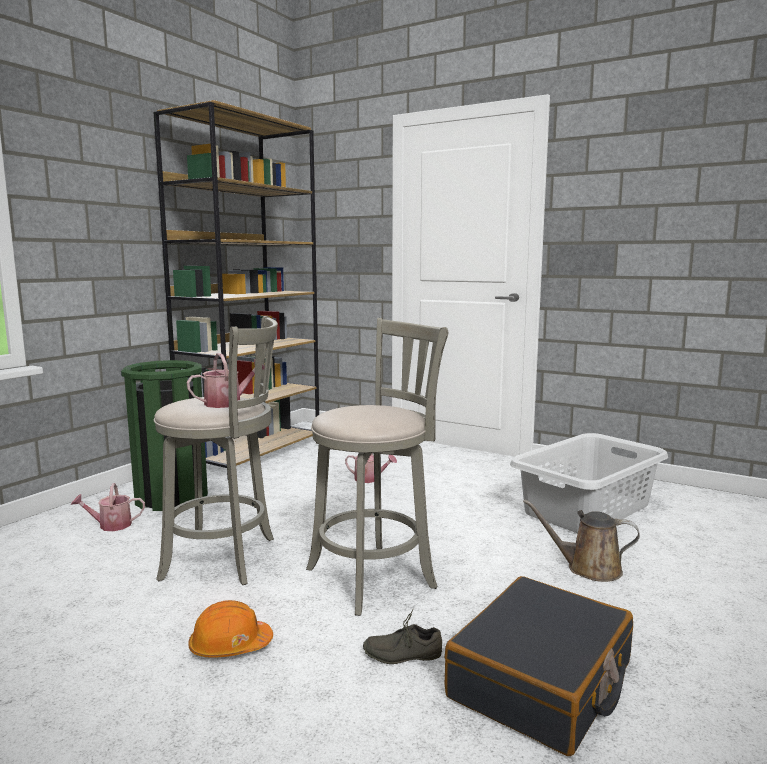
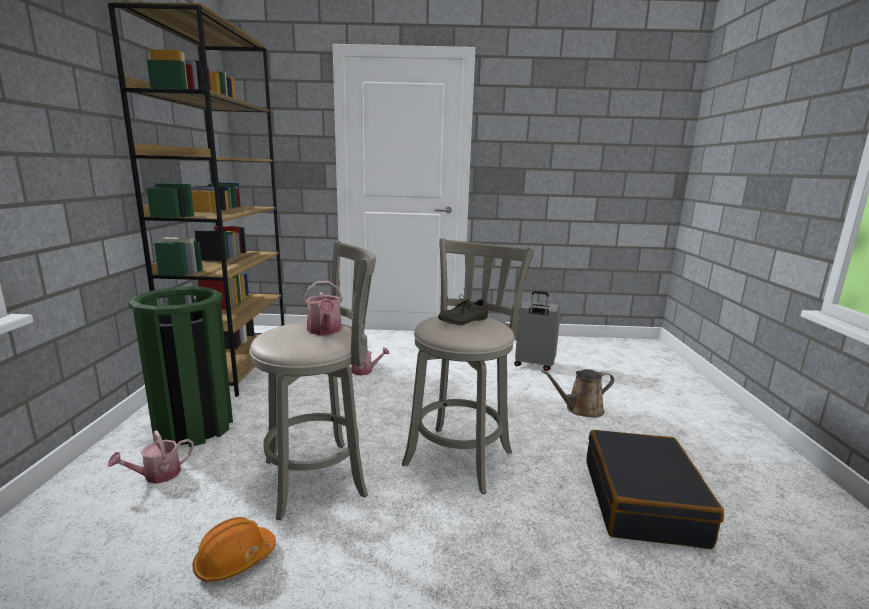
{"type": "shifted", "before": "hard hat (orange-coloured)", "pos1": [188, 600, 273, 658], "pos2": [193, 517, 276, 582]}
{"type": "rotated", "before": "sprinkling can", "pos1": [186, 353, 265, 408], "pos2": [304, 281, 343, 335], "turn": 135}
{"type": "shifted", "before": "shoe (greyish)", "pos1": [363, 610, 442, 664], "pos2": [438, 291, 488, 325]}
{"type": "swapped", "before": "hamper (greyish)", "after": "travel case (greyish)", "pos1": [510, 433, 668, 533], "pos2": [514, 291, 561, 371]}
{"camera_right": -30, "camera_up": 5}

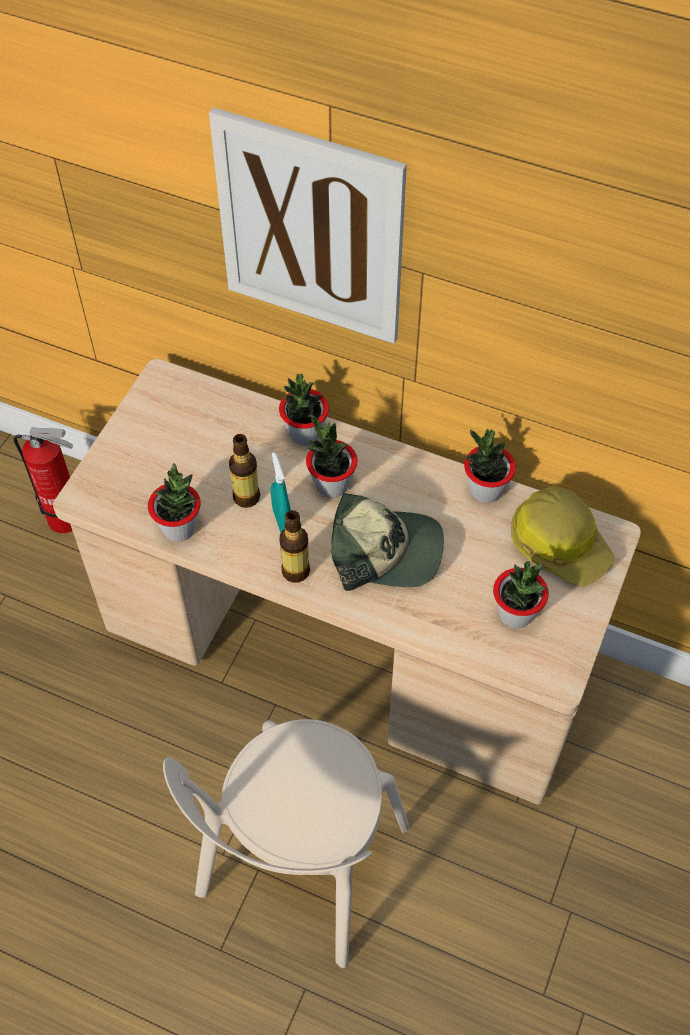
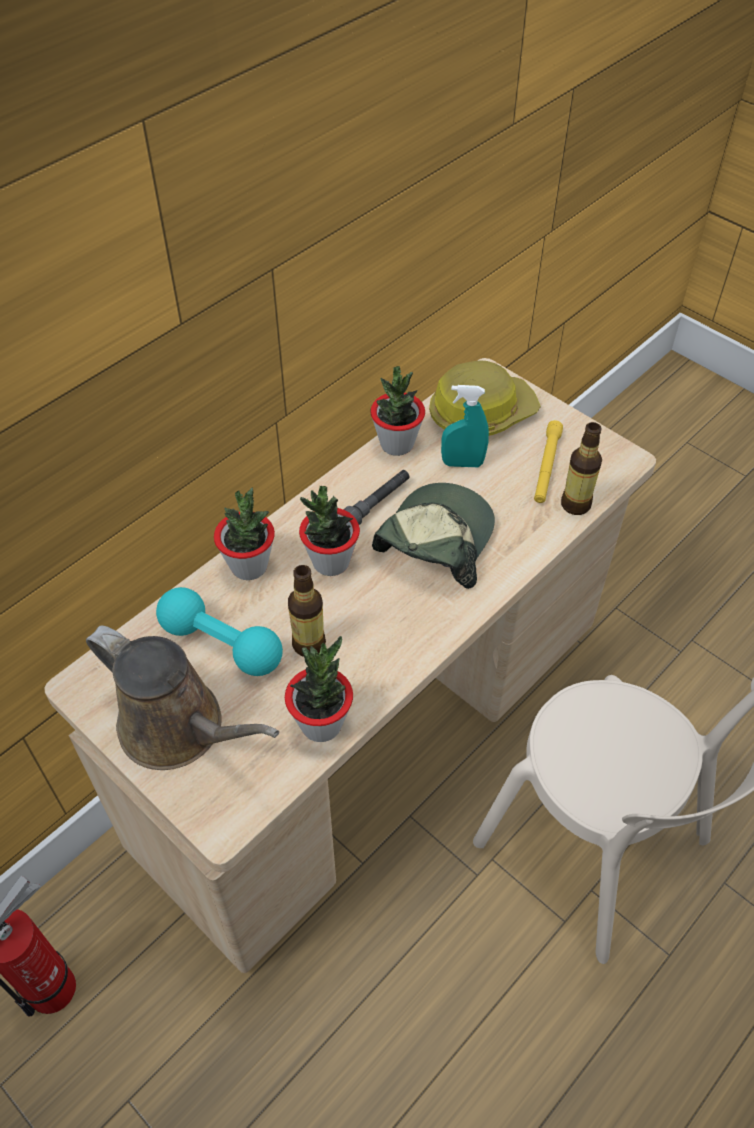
{"type": "new", "after": "sprinkling can (brown-coloured)", "pos2": [86, 625, 279, 770]}
{"type": "new", "after": "hand weight (blue-green)", "pos2": [156, 587, 283, 676]}
{"type": "new", "after": "flashlight (greyish)", "pos2": [343, 470, 409, 525]}
{"type": "shifted", "before": "spray bottle (blue-green)", "pos1": [271, 452, 291, 533], "pos2": [441, 385, 489, 467]}
{"type": "swapped", "before": "houseplant", "after": "flashlight (yellow)", "pos1": [493, 561, 549, 628], "pos2": [534, 420, 563, 503]}
{"type": "shifted", "before": "drink bottle", "pos1": [279, 510, 310, 583], "pos2": [561, 422, 602, 515]}
{"type": "gone", "before": "wall picture", "pos1": [209, 107, 407, 344]}
{"camera_right": -70, "camera_up": -5}

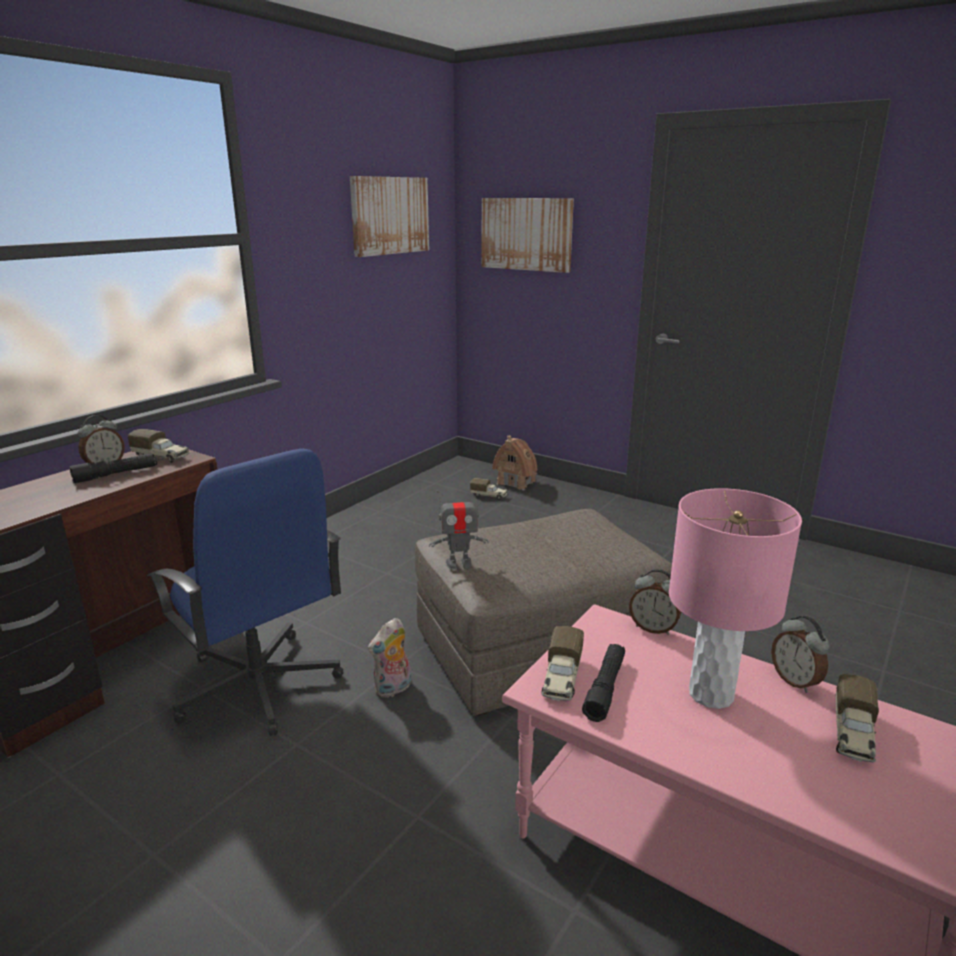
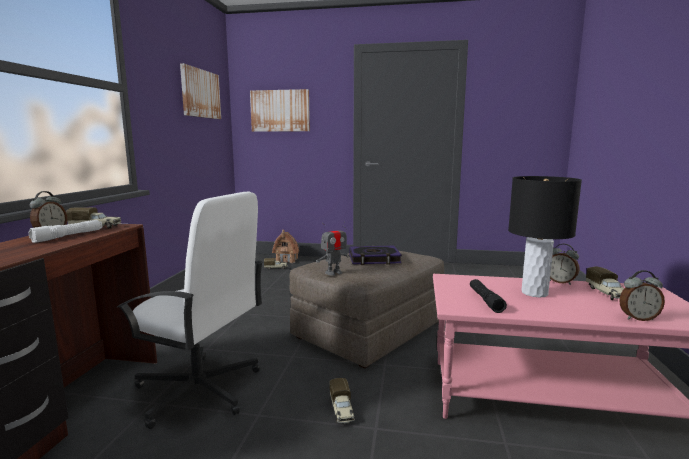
{"type": "repainted", "before": "flashlight (blackish)", "after": "flashlight (white-coloured)", "pos1": [69, 453, 157, 483], "pos2": [29, 220, 102, 243]}
{"type": "repainted", "before": "desk chair (blue)", "after": "desk chair (white-coloured)", "pos1": [147, 448, 343, 736], "pos2": [117, 192, 263, 429]}
{"type": "shifted", "before": "toy truck", "pos1": [541, 626, 584, 701], "pos2": [329, 378, 355, 424]}
{"type": "new", "after": "volume", "pos2": [349, 246, 402, 265]}
{"type": "repainted", "before": "lamp for a table (pinkish)", "after": "lamp for a table (blackish)", "pos1": [669, 488, 802, 709], "pos2": [508, 176, 582, 298]}
{"type": "shifted", "before": "table clock", "pos1": [629, 569, 681, 635], "pos2": [619, 270, 665, 321]}
{"type": "gone", "before": "plush toy", "pos1": [368, 618, 411, 698]}
{"camera_right": -25, "camera_up": -10}

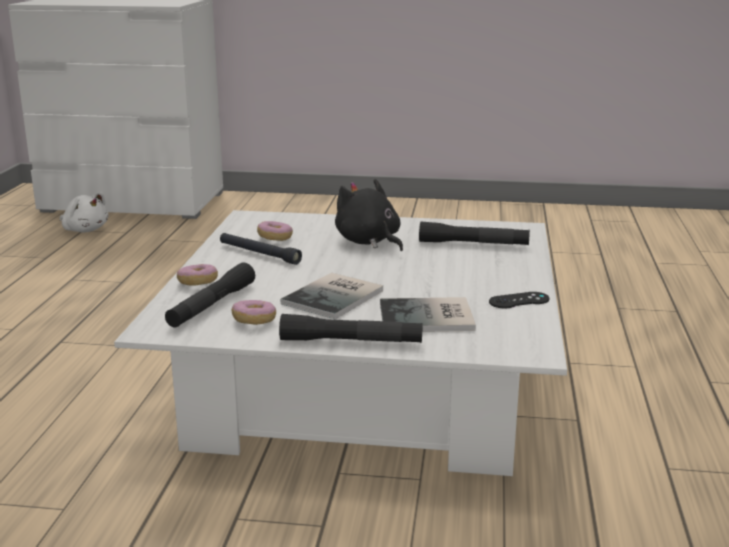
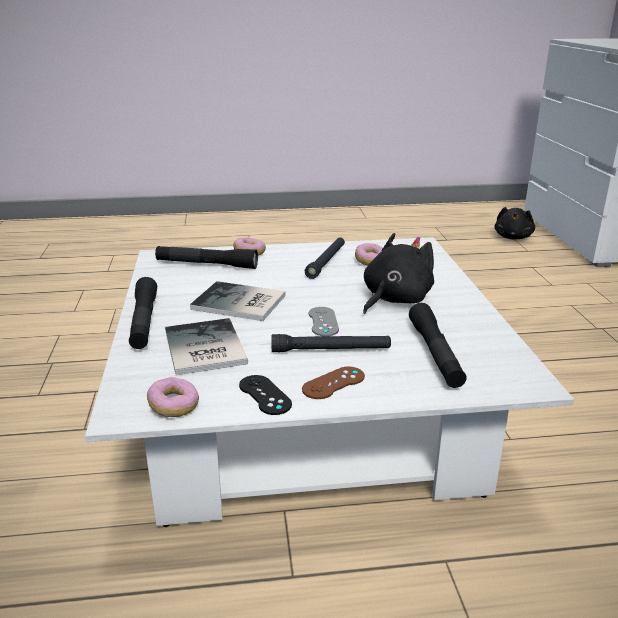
{"type": "shifted", "before": "doughnut", "pos1": [232, 300, 276, 325], "pos2": [147, 377, 199, 417]}
{"type": "new", "after": "flashlight (blackish)", "pos2": [271, 334, 391, 352]}
{"type": "new", "after": "game controller (brown-coloured)", "pos2": [302, 367, 365, 399]}
{"type": "new", "after": "game controller (greyish)", "pos2": [309, 307, 339, 336]}
{"type": "repainted", "before": "plush toy (white-coloured)", "after": "plush toy (blackish)", "pos1": [60, 192, 108, 232], "pos2": [495, 207, 535, 239]}
{"camera_right": 75, "camera_up": 5}

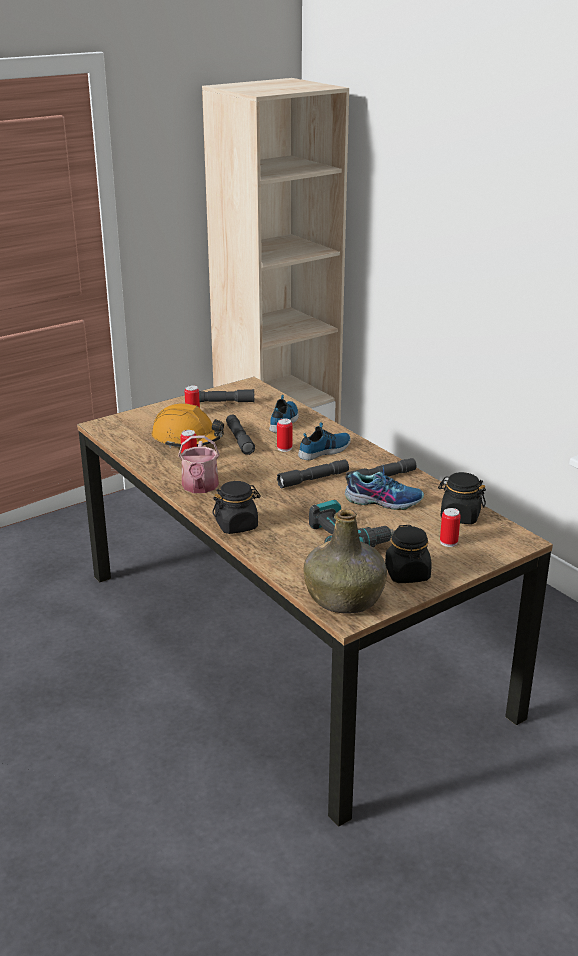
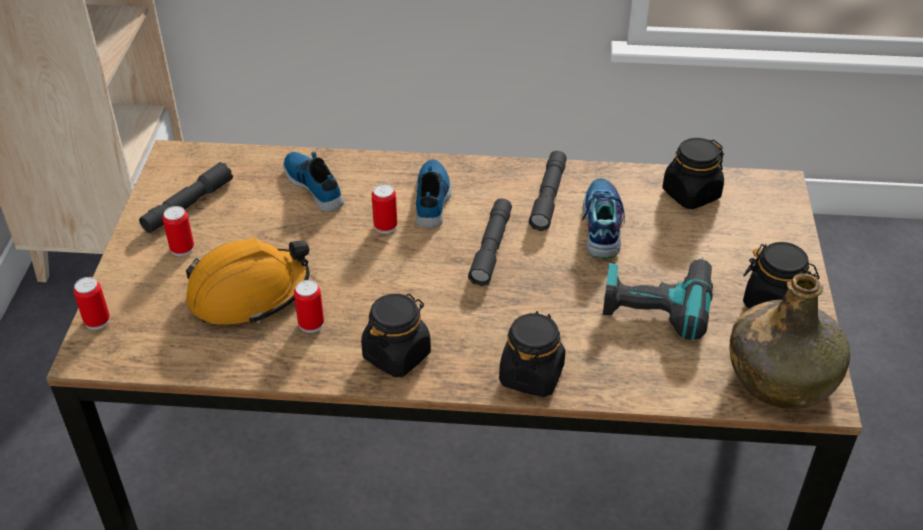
{"type": "shifted", "before": "can", "pos1": [440, 508, 461, 547], "pos2": [73, 277, 110, 330]}
{"type": "swapped", "before": "sprinkling can", "after": "jar (blackish)", "pos1": [178, 436, 220, 493], "pos2": [361, 293, 431, 377]}
{"type": "rotated", "before": "shoe", "pos1": [345, 464, 424, 510], "pos2": [582, 178, 625, 259], "turn": -45}
{"type": "gone", "before": "flashlight (greyish)", "pos1": [226, 415, 255, 455]}
{"camera_right": -50, "camera_up": 15}

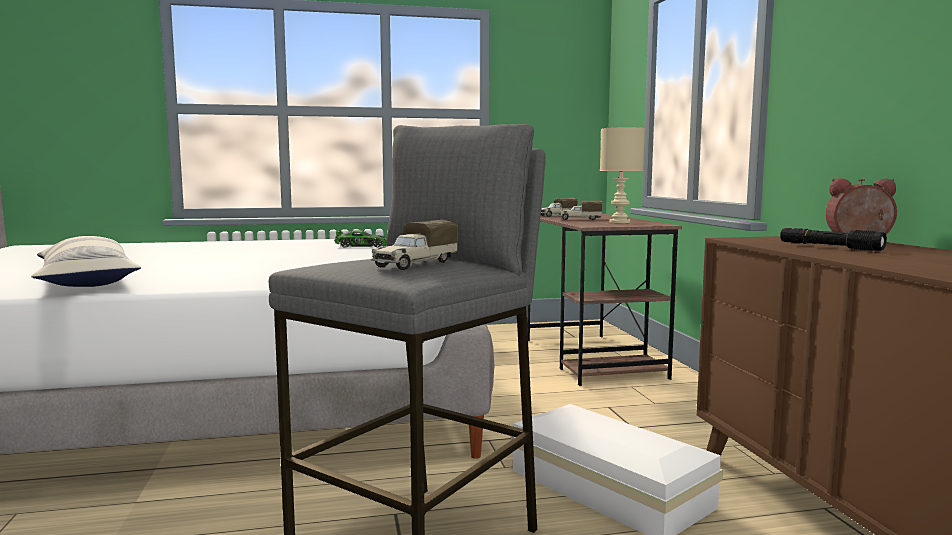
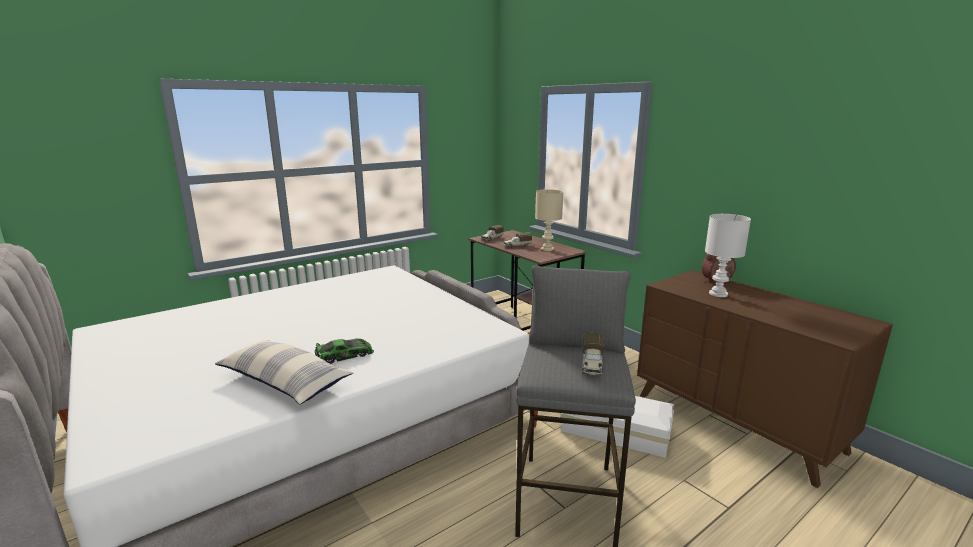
{"type": "shifted", "before": "miniature car", "pos1": [334, 230, 387, 248], "pos2": [315, 338, 374, 364]}
{"type": "swapped", "before": "flashlight (blackish)", "after": "lamp for a table (white-coloured)", "pos1": [780, 228, 887, 251], "pos2": [705, 214, 751, 297]}
{"camera_right": -25, "camera_up": 10}

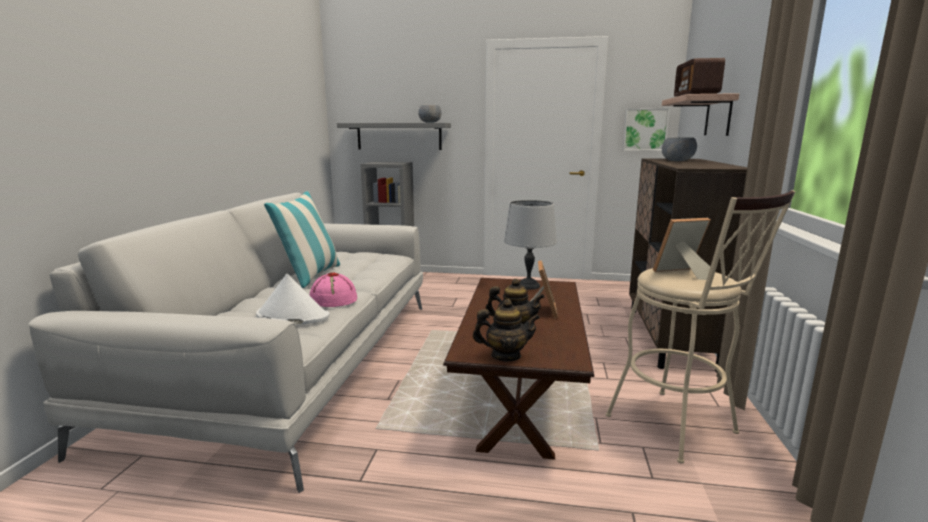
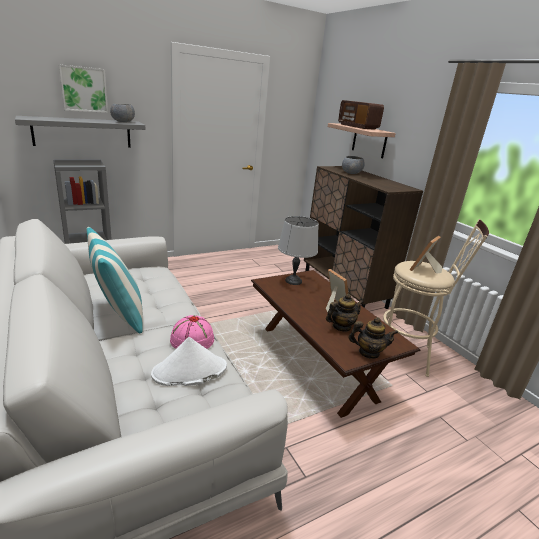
{"type": "shifted", "before": "wall picture", "pos1": [623, 108, 670, 151], "pos2": [59, 65, 108, 113]}
{"type": "rotated", "before": "tea pot", "pos1": [473, 299, 540, 361], "pos2": [348, 317, 398, 359], "turn": 45}
{"camera_right": -40, "camera_up": 10}

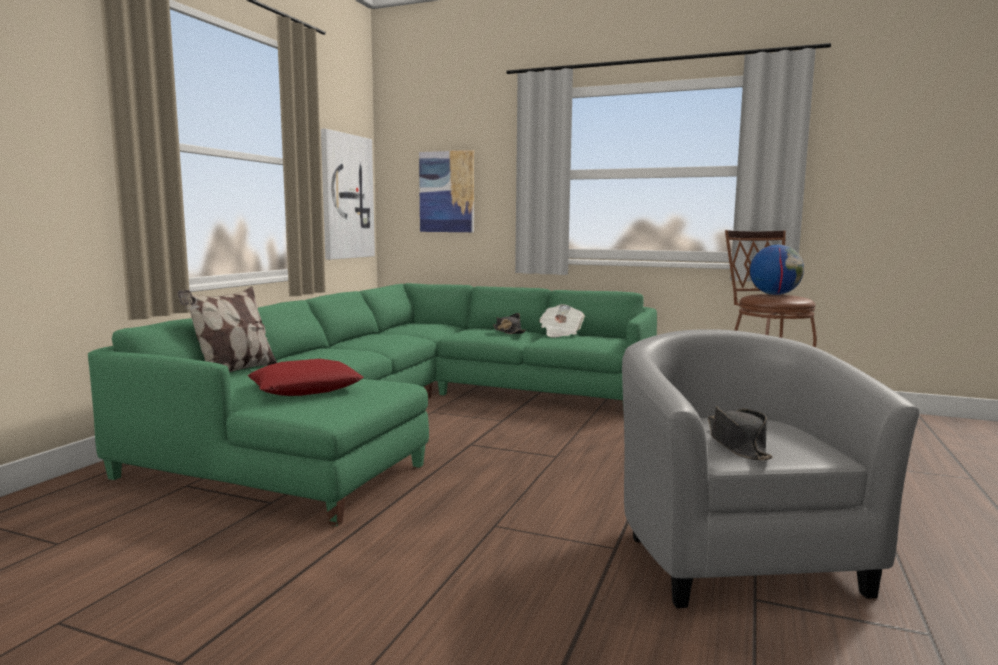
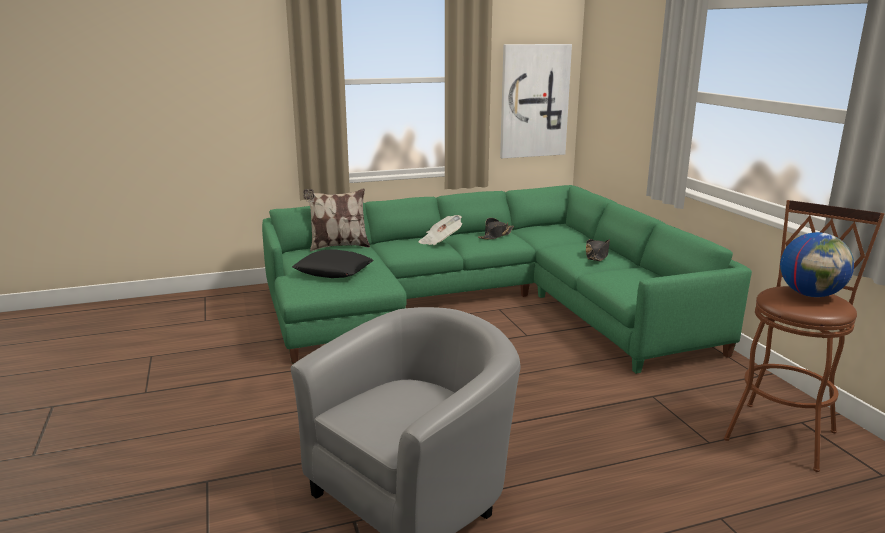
{"type": "repainted", "before": "throw pillow (red-coloured)", "after": "throw pillow (blackish)", "pos1": [247, 359, 363, 396], "pos2": [292, 249, 373, 278]}
{"type": "shifted", "before": "printed paper", "pos1": [539, 304, 585, 337], "pos2": [419, 215, 462, 245]}
{"type": "shifted", "before": "wearable hat (blackish)", "pos1": [708, 406, 773, 460], "pos2": [478, 218, 514, 239]}
{"type": "gone", "before": "wall picture", "pos1": [419, 150, 474, 232]}
{"camera_right": 50, "camera_up": 10}

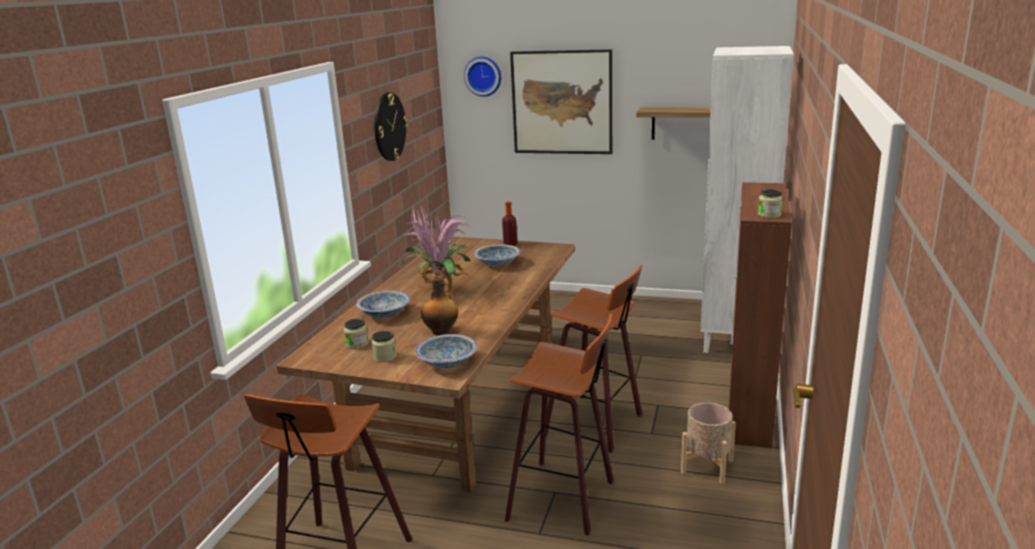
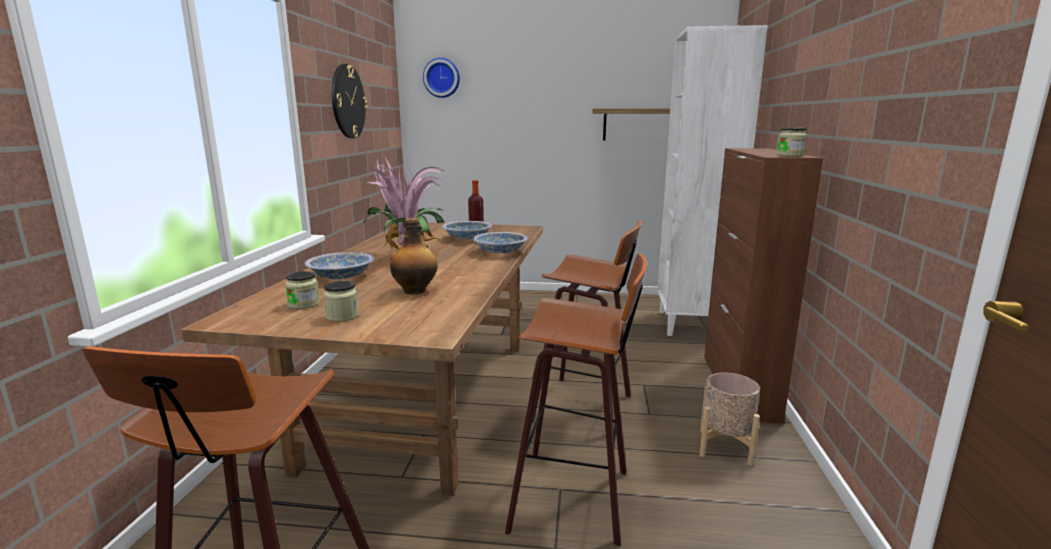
{"type": "shifted", "before": "deep dish", "pos1": [415, 334, 477, 368], "pos2": [472, 232, 528, 254]}
{"type": "gone", "before": "wall picture", "pos1": [510, 49, 612, 154]}
{"camera_right": -10, "camera_up": -5}

